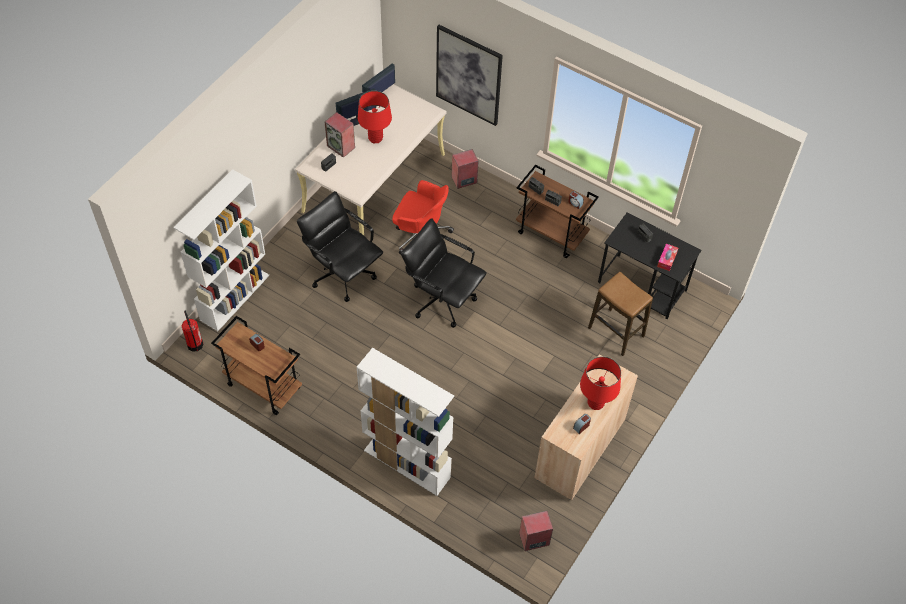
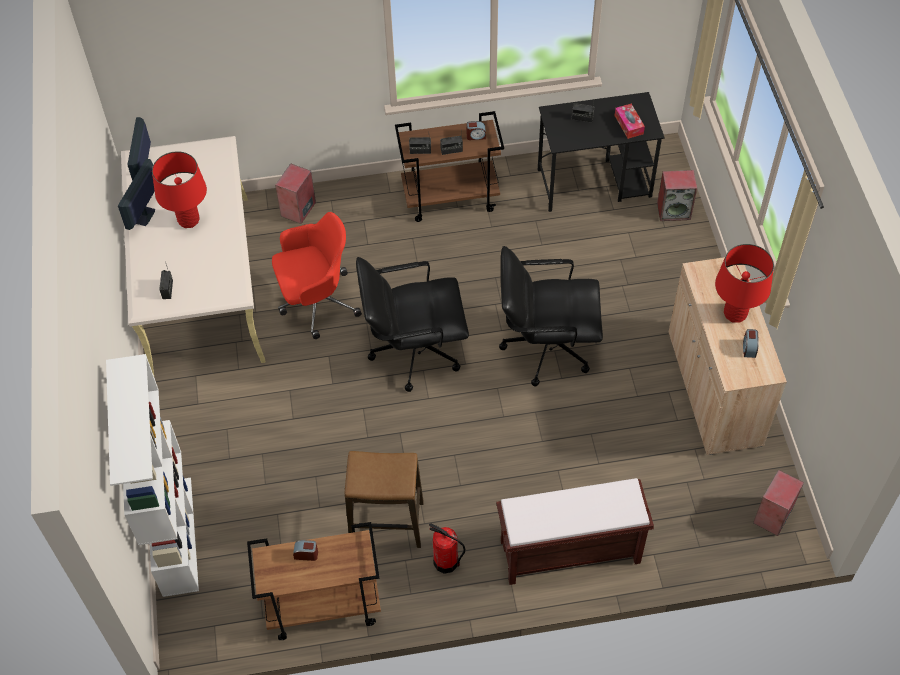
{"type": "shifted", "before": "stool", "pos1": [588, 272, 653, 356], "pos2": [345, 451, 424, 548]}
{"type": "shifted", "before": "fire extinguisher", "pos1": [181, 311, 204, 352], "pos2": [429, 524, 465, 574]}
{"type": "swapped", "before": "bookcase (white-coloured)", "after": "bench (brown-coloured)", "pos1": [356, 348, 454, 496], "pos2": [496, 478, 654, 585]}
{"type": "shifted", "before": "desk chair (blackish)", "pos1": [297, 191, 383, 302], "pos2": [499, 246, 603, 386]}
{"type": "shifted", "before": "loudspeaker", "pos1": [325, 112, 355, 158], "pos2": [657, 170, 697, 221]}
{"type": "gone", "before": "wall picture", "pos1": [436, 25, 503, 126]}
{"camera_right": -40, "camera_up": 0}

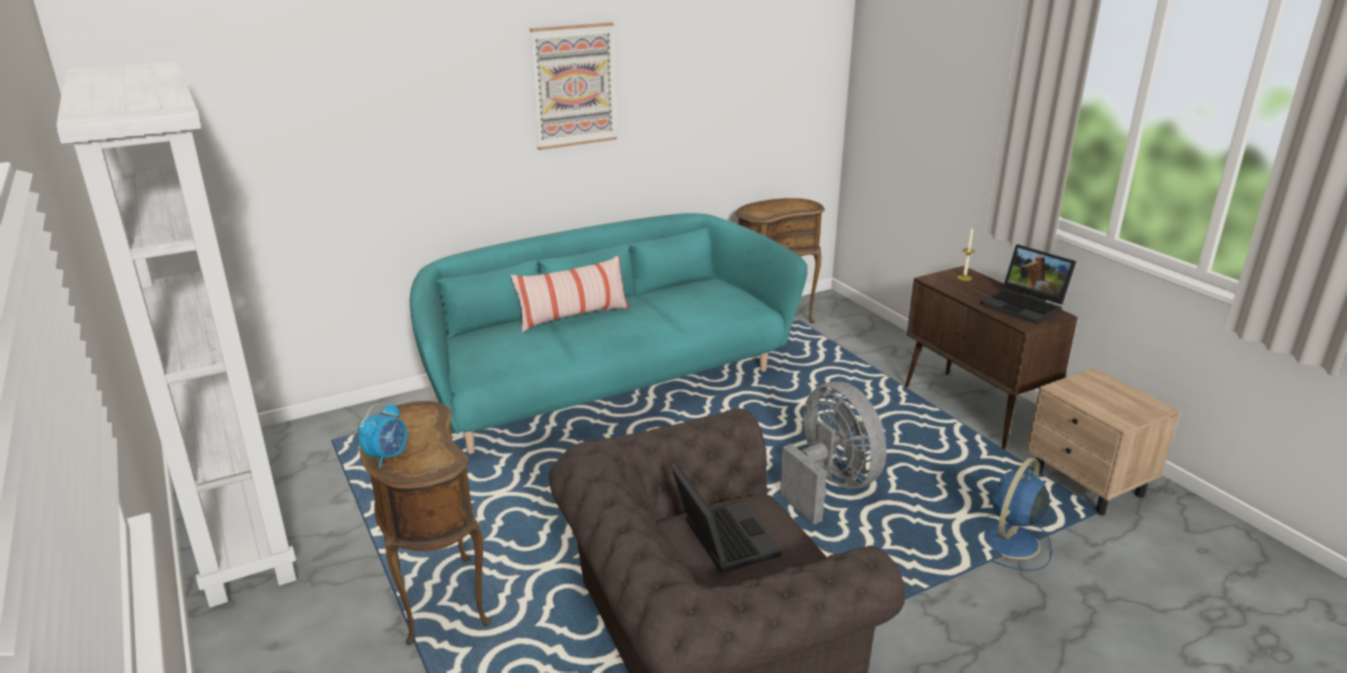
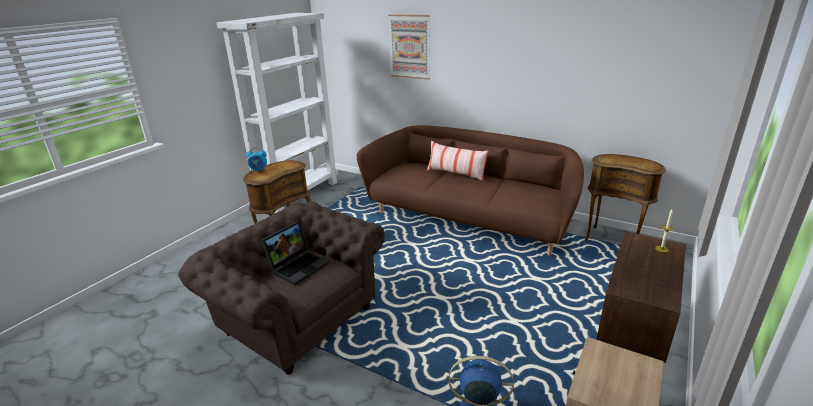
{"type": "repainted", "before": "couch (blue-green)", "after": "couch (brown-coloured)", "pos1": [410, 213, 808, 454], "pos2": [357, 125, 584, 256]}
{"type": "shifted", "before": "wall picture", "pos1": [530, 22, 617, 150], "pos2": [388, 14, 430, 80]}
{"type": "gone", "before": "cooling fan (greyish)", "pos1": [780, 382, 887, 525]}
{"type": "gone", "before": "portable computer", "pos1": [980, 244, 1076, 325]}
{"camera_right": 60, "camera_up": 0}

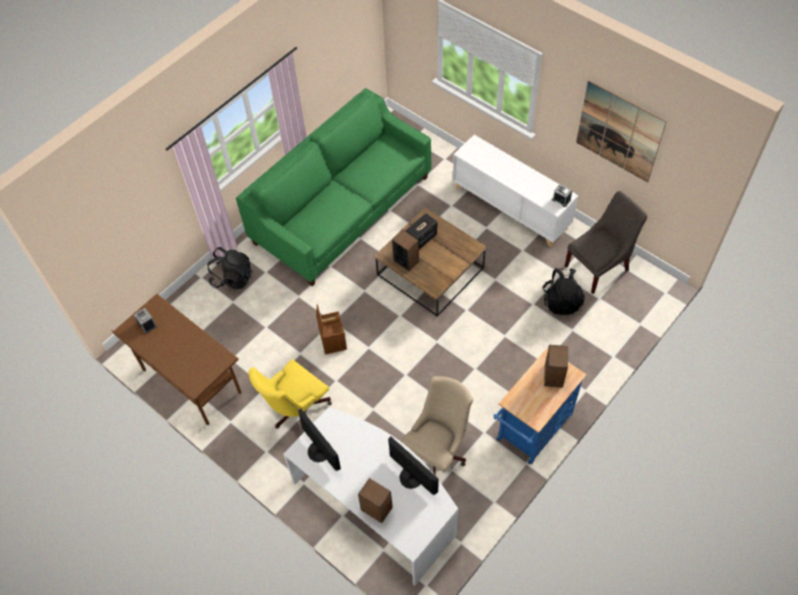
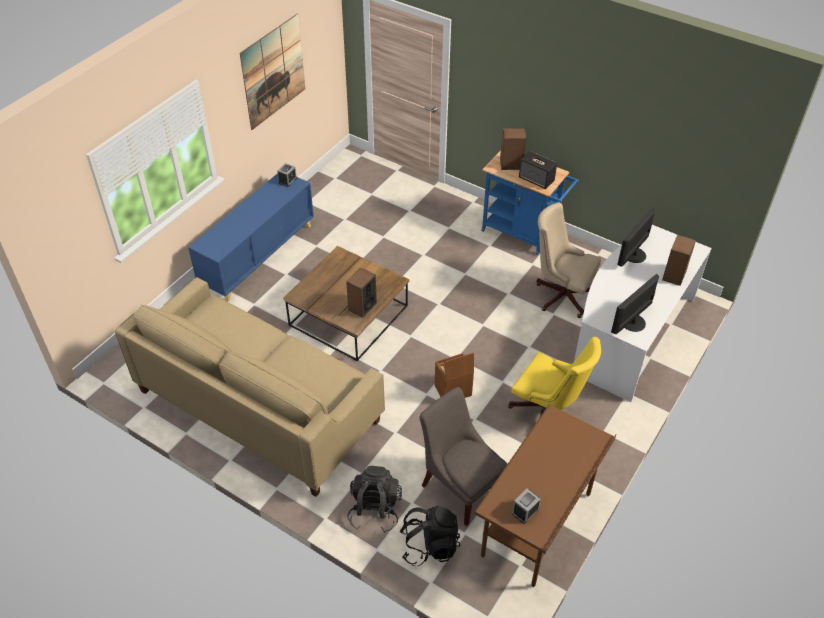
{"type": "repainted", "before": "couch (green)", "after": "couch (sand-coloured)", "pos1": [236, 88, 432, 286], "pos2": [115, 277, 385, 497]}
{"type": "repainted", "before": "cabinet (white-coloured)", "after": "cabinet (blue)", "pos1": [453, 135, 578, 247], "pos2": [188, 173, 314, 302]}
{"type": "shifted", "before": "backpack (blackish)", "pos1": [543, 268, 585, 315], "pos2": [400, 506, 460, 566]}
{"type": "shifted", "before": "plain chair (greyish)", "pos1": [565, 191, 648, 294], "pos2": [419, 387, 508, 526]}
{"type": "shifted", "before": "loudspeaker", "pos1": [406, 213, 437, 249], "pos2": [519, 151, 557, 189]}
{"camera_right": -100, "camera_up": -10}

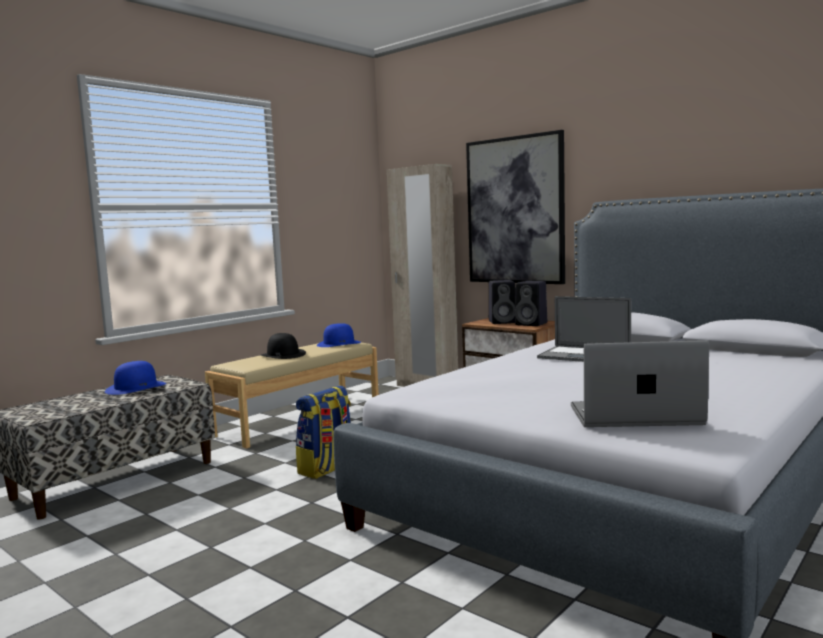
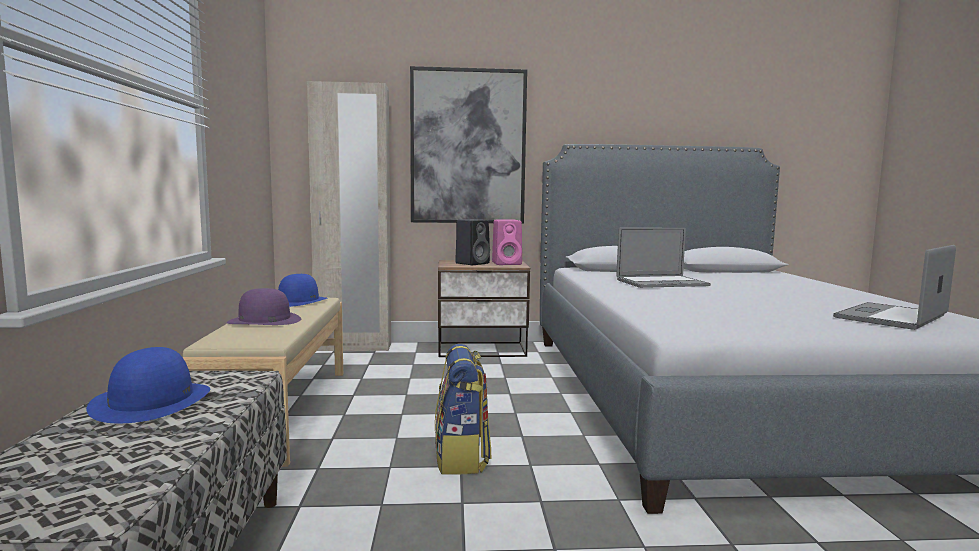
{"type": "repainted", "before": "wearable hat (blackish)", "after": "wearable hat (purple)", "pos1": [261, 333, 306, 359], "pos2": [227, 288, 301, 325]}
{"type": "repainted", "before": "loudspeaker (blackish)", "after": "loudspeaker (pinkish)", "pos1": [515, 281, 547, 326], "pos2": [492, 219, 522, 265]}
{"camera_right": -45, "camera_up": 0}

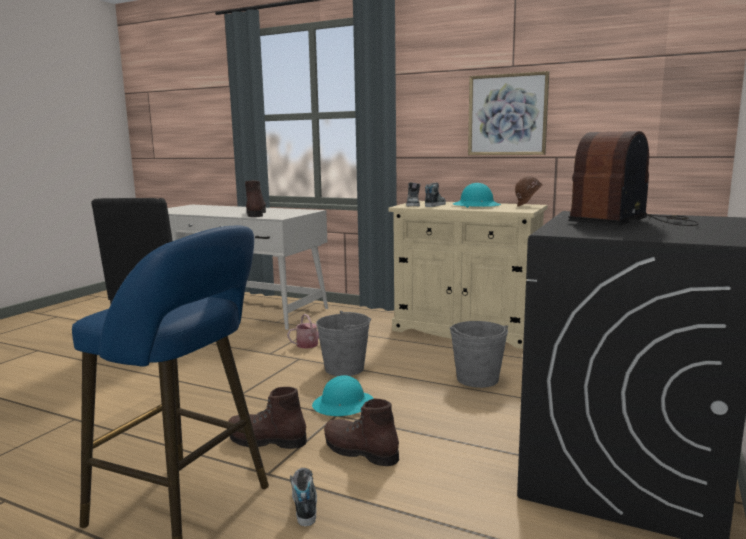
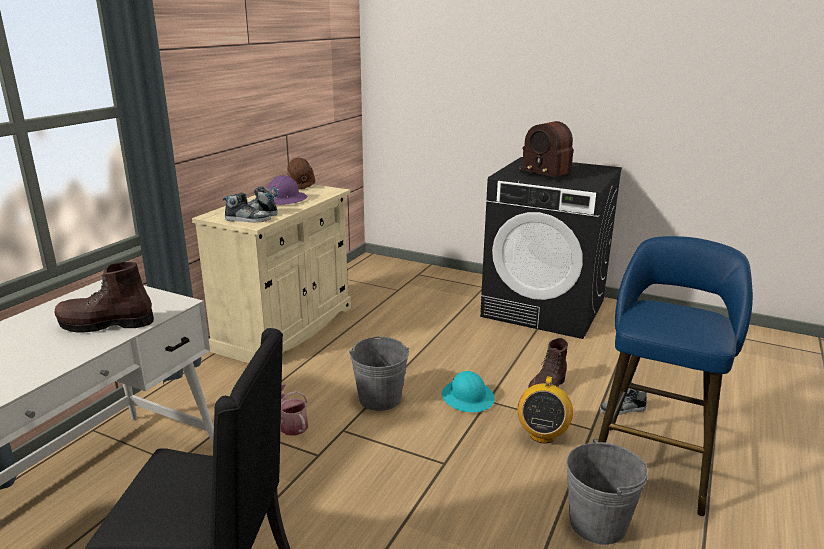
{"type": "repainted", "before": "hard hat (blue-green)", "after": "hard hat (purple)", "pos1": [453, 183, 501, 208], "pos2": [268, 175, 307, 205]}
{"type": "swapped", "before": "high-top boot (brown-coloured)", "after": "radio set", "pos1": [228, 387, 307, 449], "pos2": [517, 375, 573, 443]}
{"type": "shifted", "before": "water bucket (greyish)", "pos1": [450, 321, 508, 388], "pos2": [566, 439, 648, 545]}
{"type": "gone", "before": "wall picture", "pos1": [468, 71, 549, 155]}
{"camera_right": -90, "camera_up": 10}

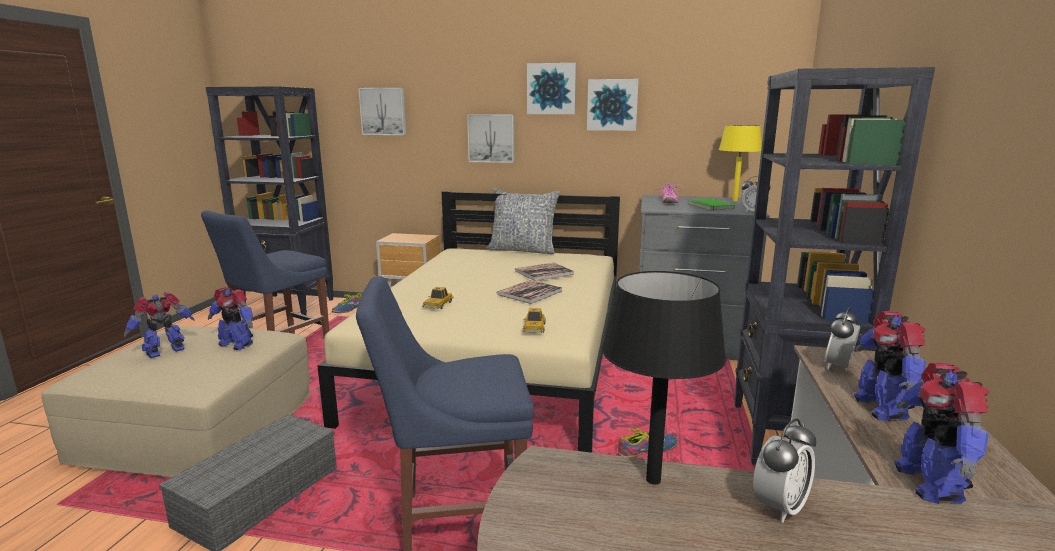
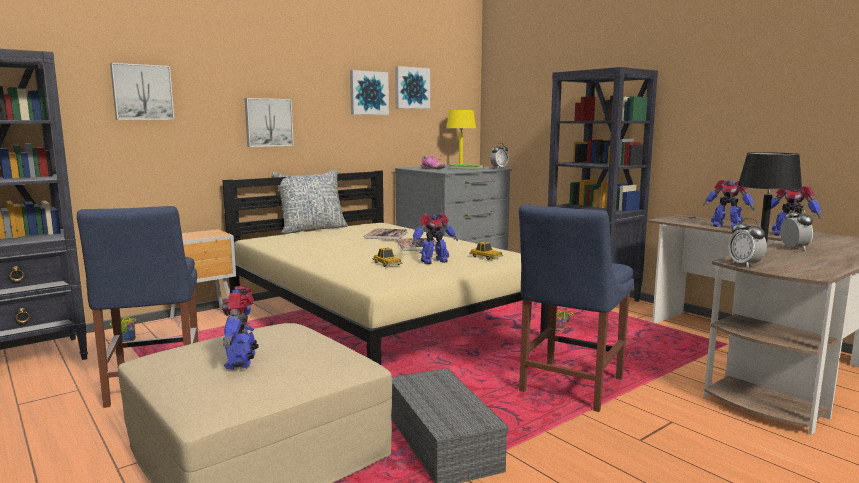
{"type": "shifted", "before": "wall picture", "pos1": [527, 63, 576, 114], "pos2": [395, 66, 430, 109]}
{"type": "shifted", "before": "model robot", "pos1": [208, 287, 253, 350], "pos2": [412, 213, 458, 264]}
{"type": "shifted", "before": "table clock", "pos1": [824, 307, 860, 370], "pos2": [728, 218, 767, 267]}
{"camera_right": -50, "camera_up": -5}

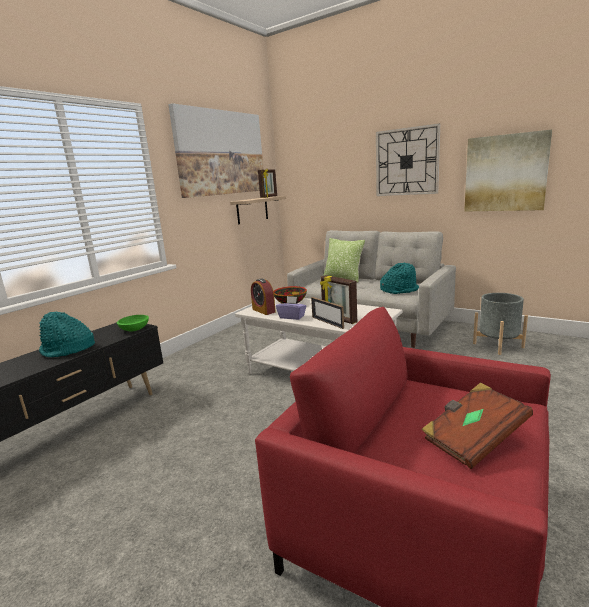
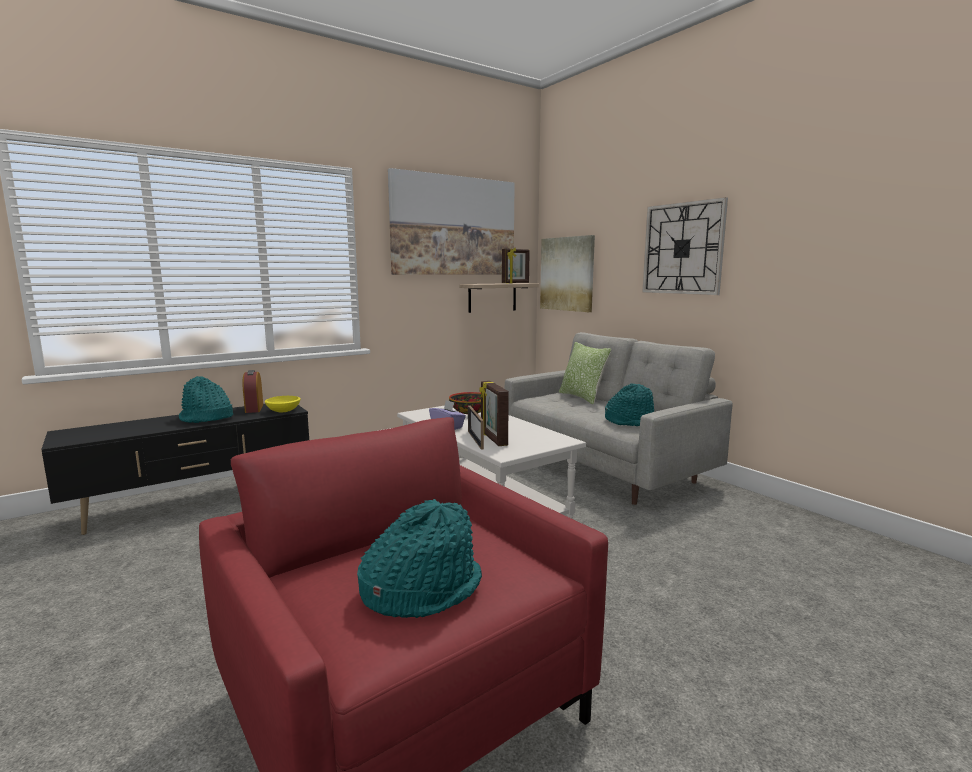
{"type": "shifted", "before": "table clock", "pos1": [251, 278, 276, 315], "pos2": [243, 370, 263, 413]}
{"type": "repainted", "before": "deep dish (green)", "after": "deep dish (yellow)", "pos1": [117, 315, 149, 331], "pos2": [265, 396, 300, 412]}
{"type": "swapped", "before": "volume (brown-coloured)", "after": "wearable hat (blue-green)", "pos1": [421, 383, 533, 469], "pos2": [357, 499, 482, 618]}
{"type": "shifted", "before": "wall picture", "pos1": [464, 129, 552, 212], "pos2": [540, 235, 595, 312]}
{"type": "gone", "before": "plant pot (greyish)", "pos1": [473, 293, 528, 355]}
{"camera_right": 20, "camera_up": -5}

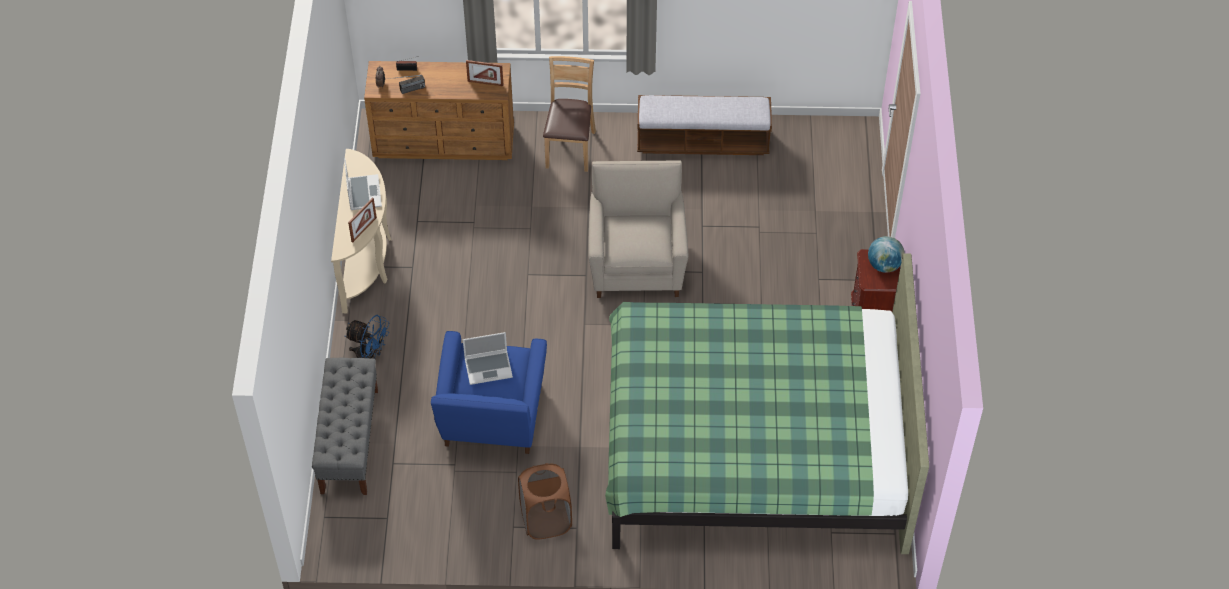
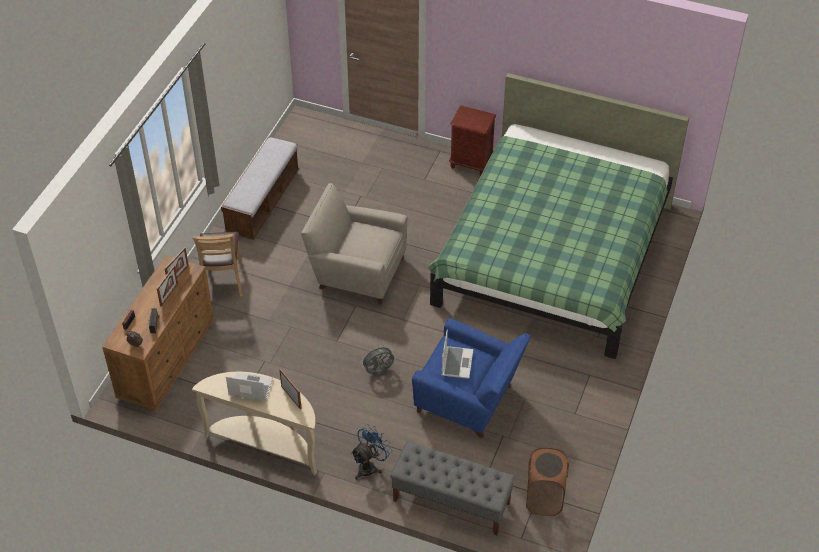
{"type": "new", "after": "picture frame", "pos2": [156, 265, 178, 307]}
{"type": "rotated", "before": "plain chair (brown-coloured)", "pos1": [543, 56, 596, 172], "pos2": [193, 232, 243, 297], "turn": -120}
{"type": "new", "after": "cooling fan (greyish)", "pos2": [361, 345, 394, 374]}
{"type": "shifted", "before": "hamper (brown-coloured)", "pos1": [518, 463, 572, 540], "pos2": [526, 448, 569, 516]}
{"type": "gone", "before": "globe", "pos1": [868, 236, 905, 273]}
{"camera_right": -70, "camera_up": -5}

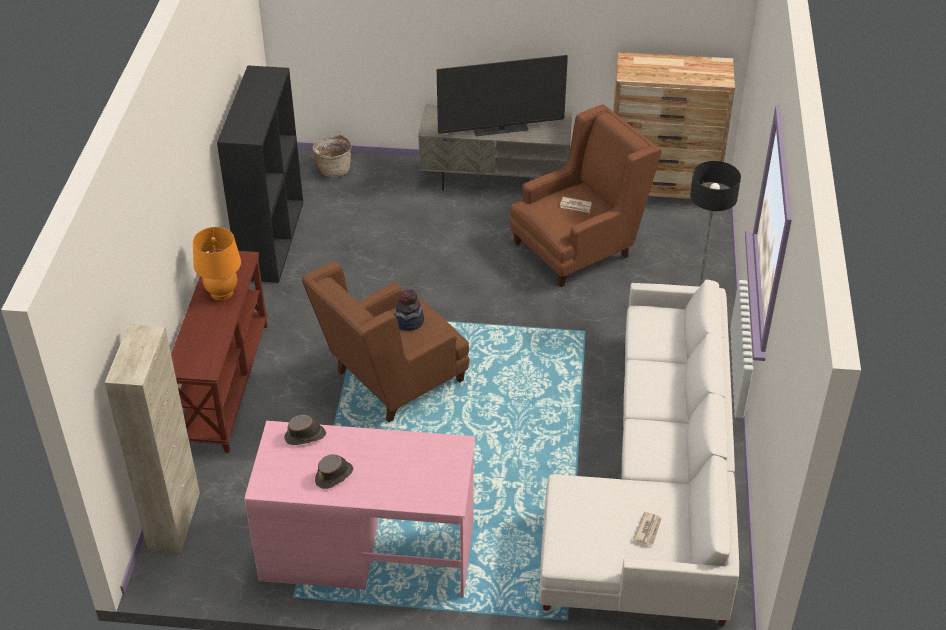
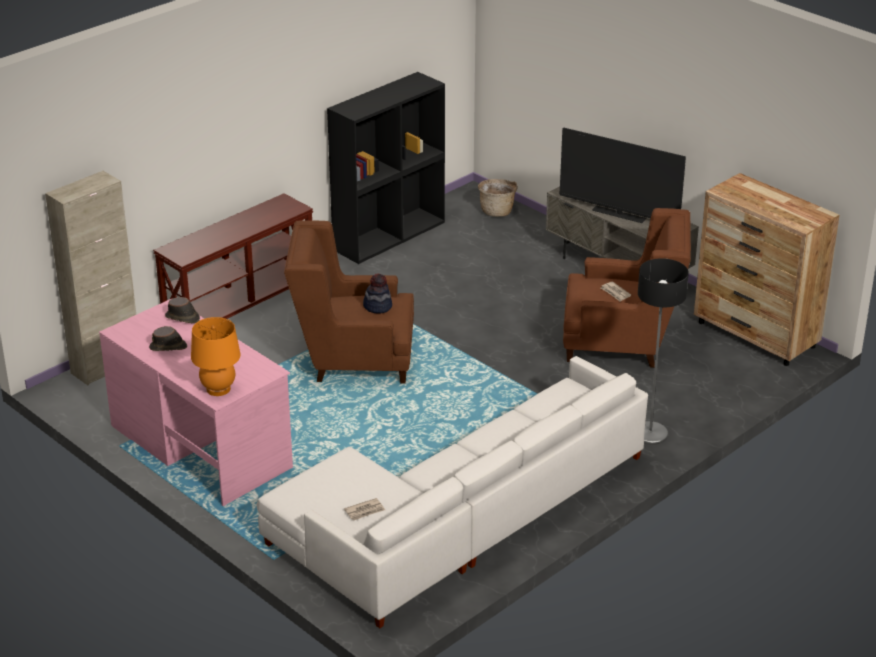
{"type": "shifted", "before": "lamp for a table (orange-coloured)", "pos1": [193, 227, 241, 300], "pos2": [191, 317, 241, 396]}
{"camera_right": 40, "camera_up": -10}

